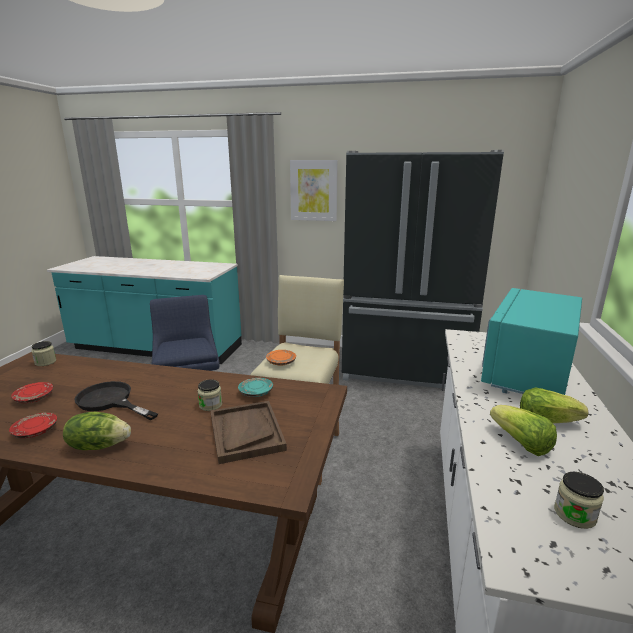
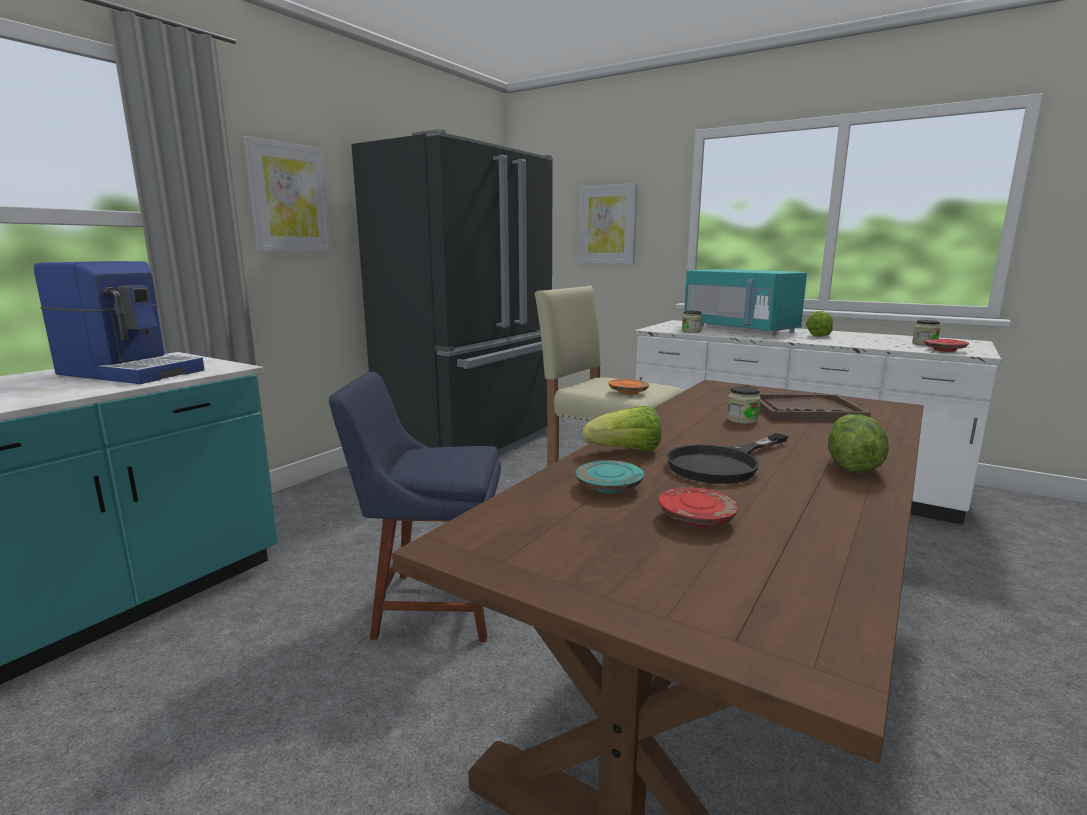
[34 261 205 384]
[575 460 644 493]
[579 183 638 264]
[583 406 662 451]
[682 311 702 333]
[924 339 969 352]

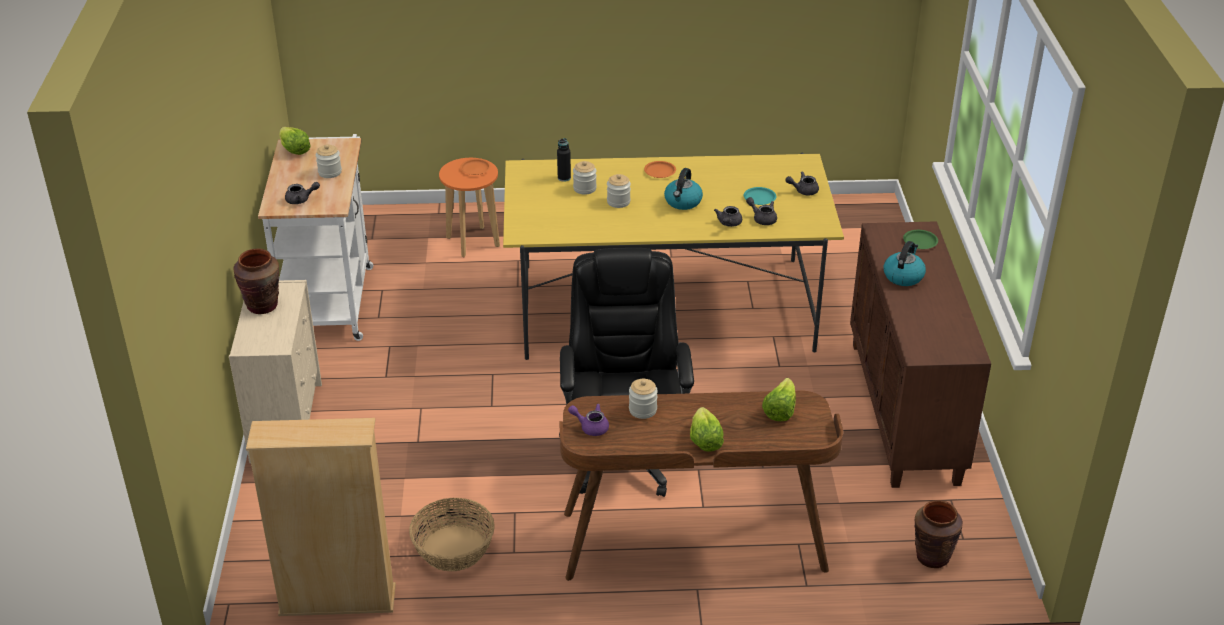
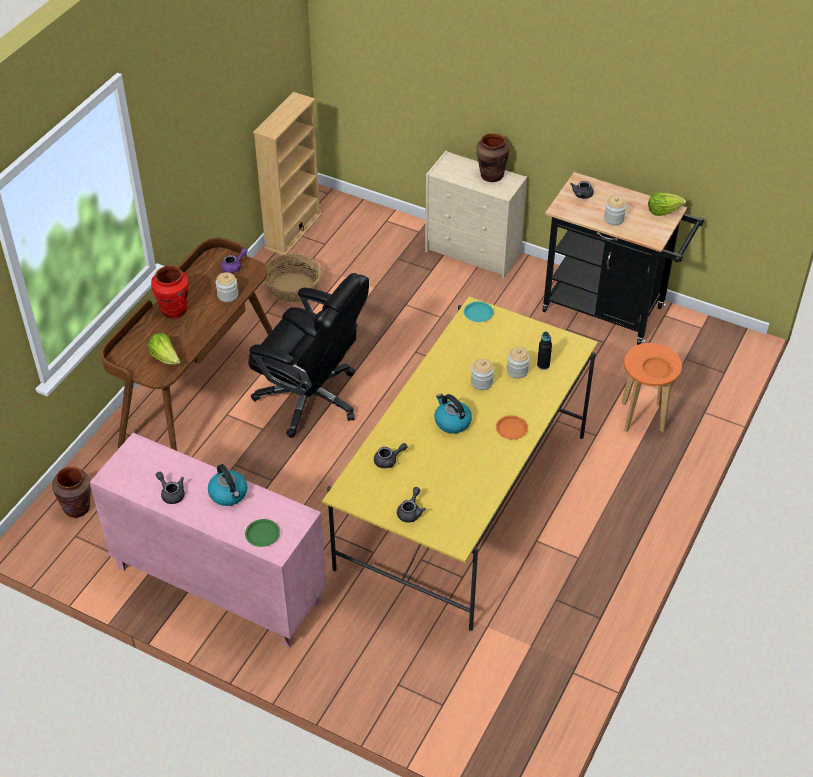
[90 433 326 648]
[151 266 188 318]
[156 472 185 504]
[464 302 494 322]
[542 172 704 345]

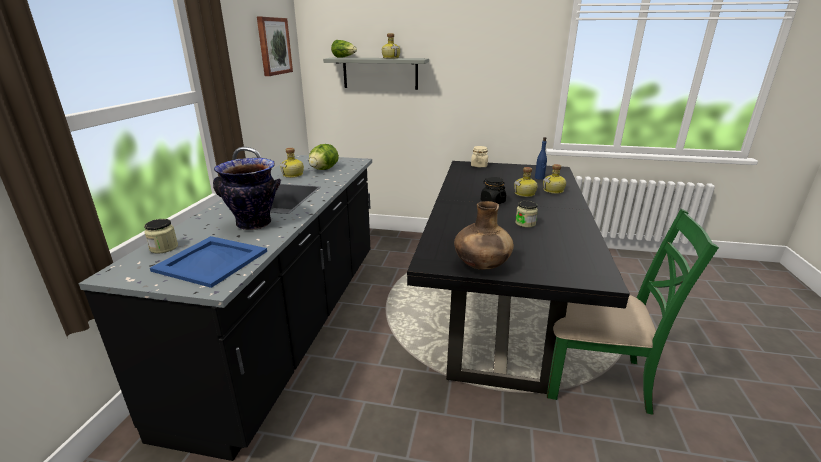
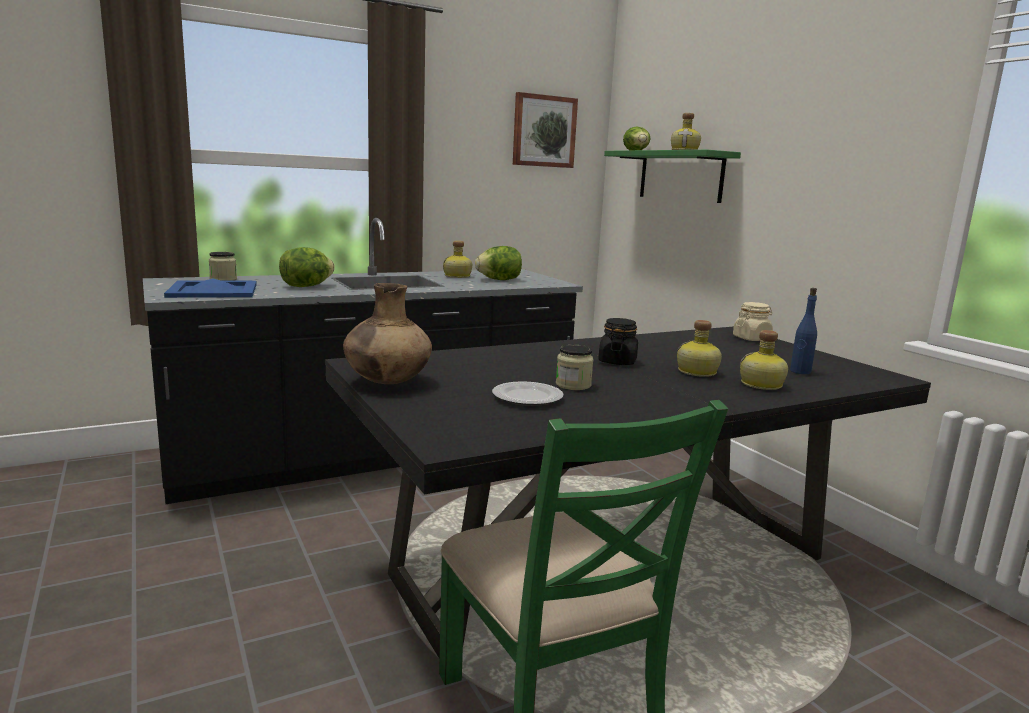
[279 247 335 287]
[492 381 564 406]
[604 150 741 203]

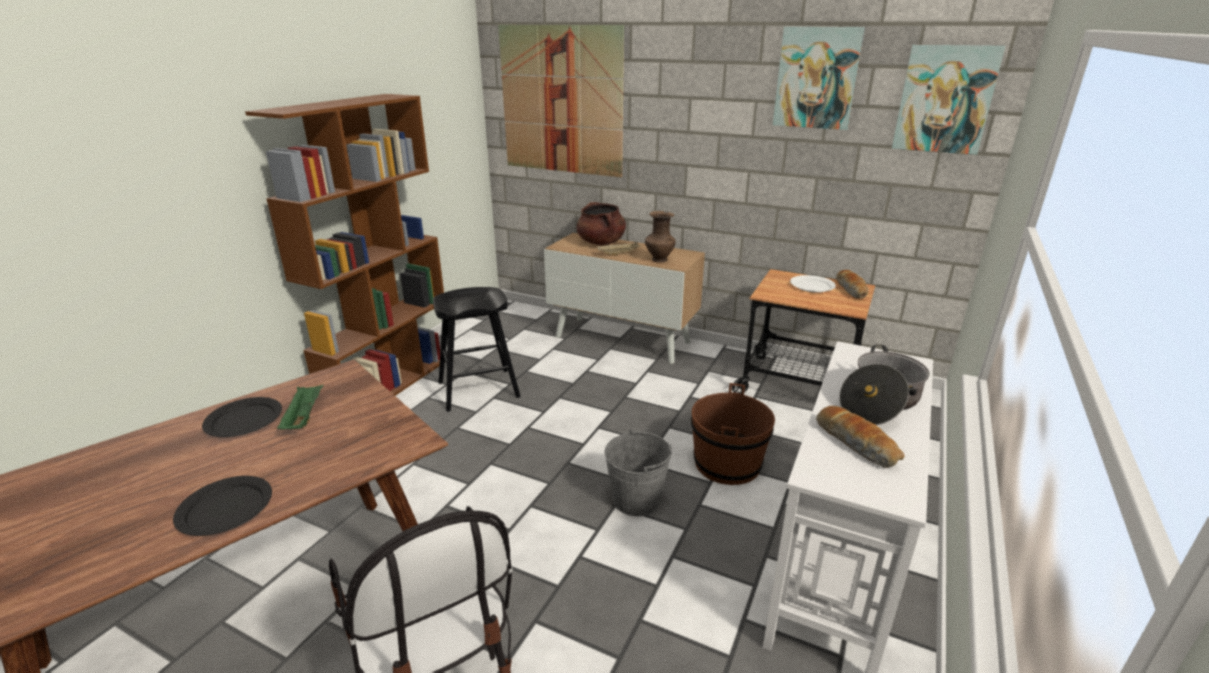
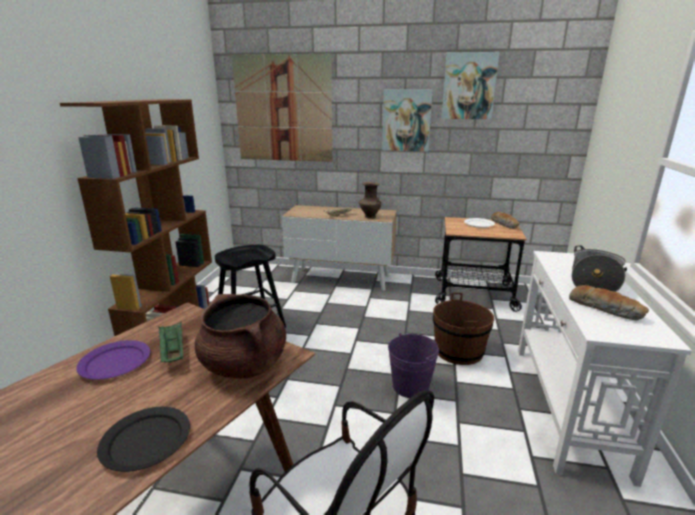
[76 340 150 380]
[195 294 286 379]
[382 89 433 152]
[388 333 439 398]

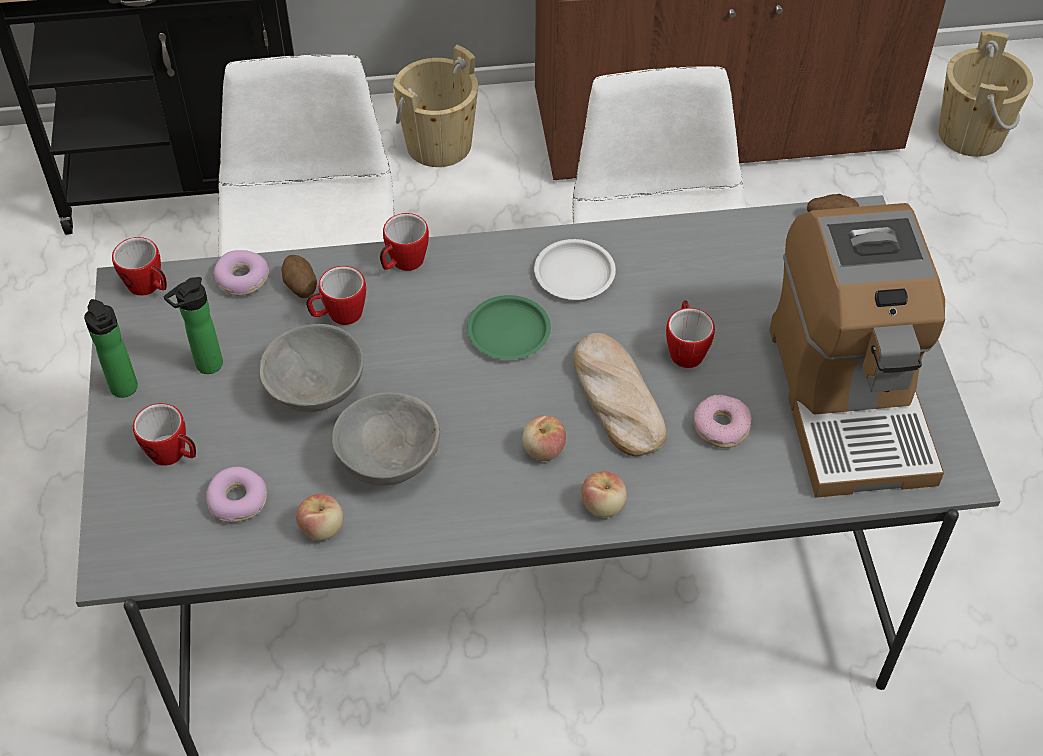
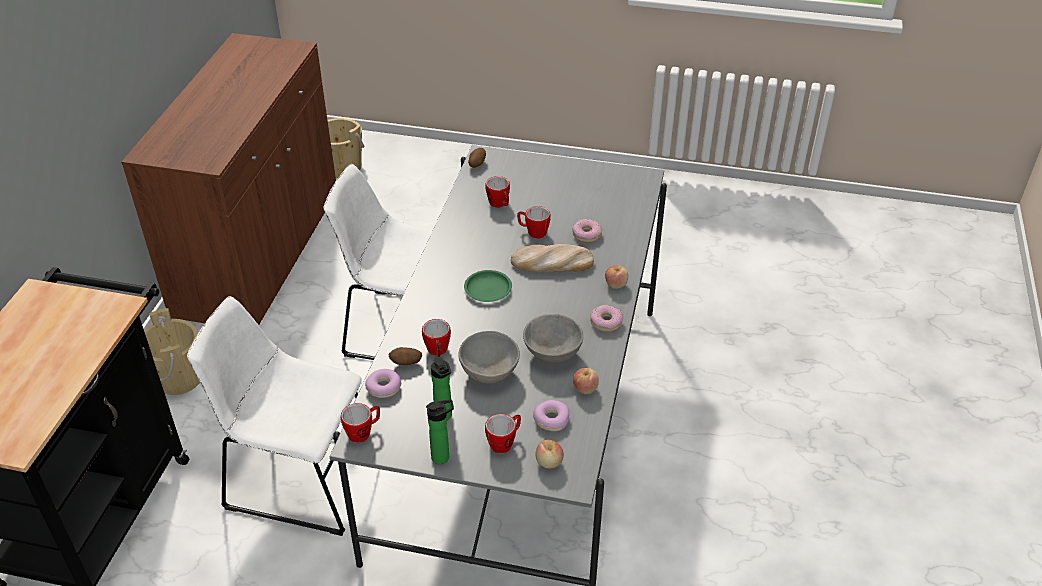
[485 176 510 208]
[535 439 564 469]
[590 305 623 332]
[534 239 616 300] (first image)
[769 203 945 498] (first image)

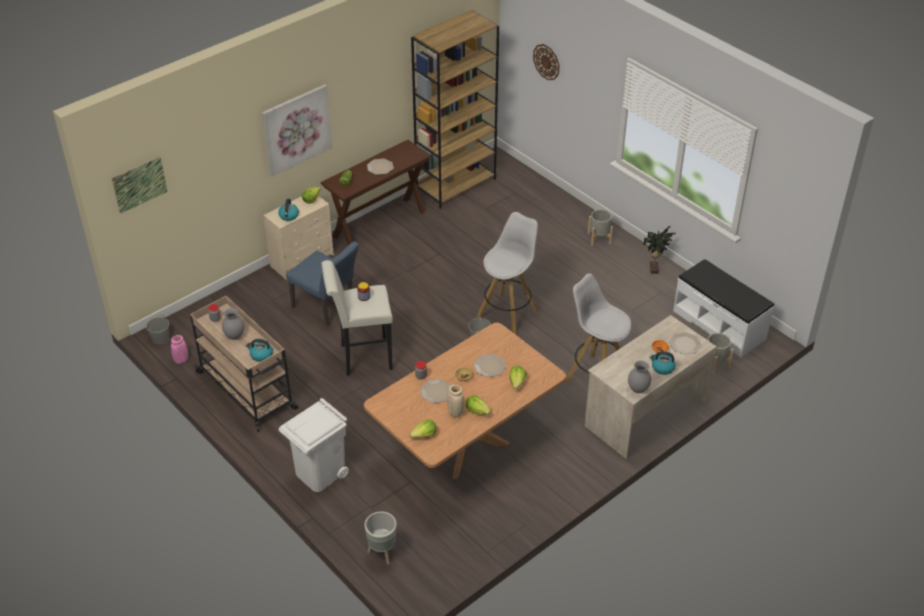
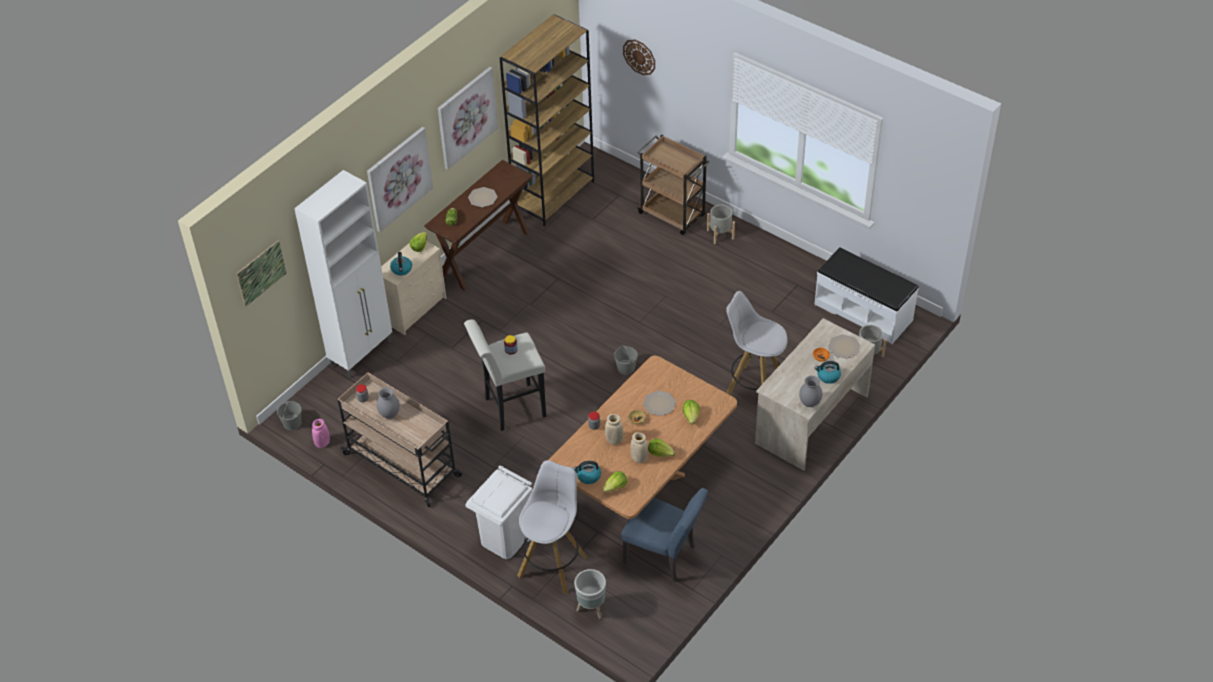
[294 170 392 378]
[438 67 498 170]
[517 460 587 594]
[573 461 601 484]
[605 414 624 445]
[621 488 708 582]
[637 135 709 235]
[644 226 676 274] (first image)

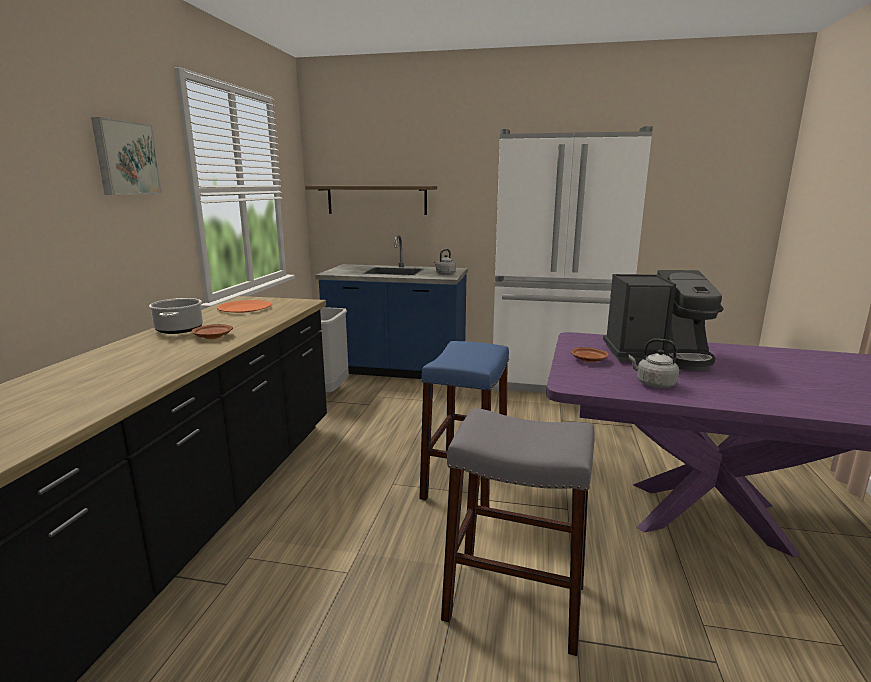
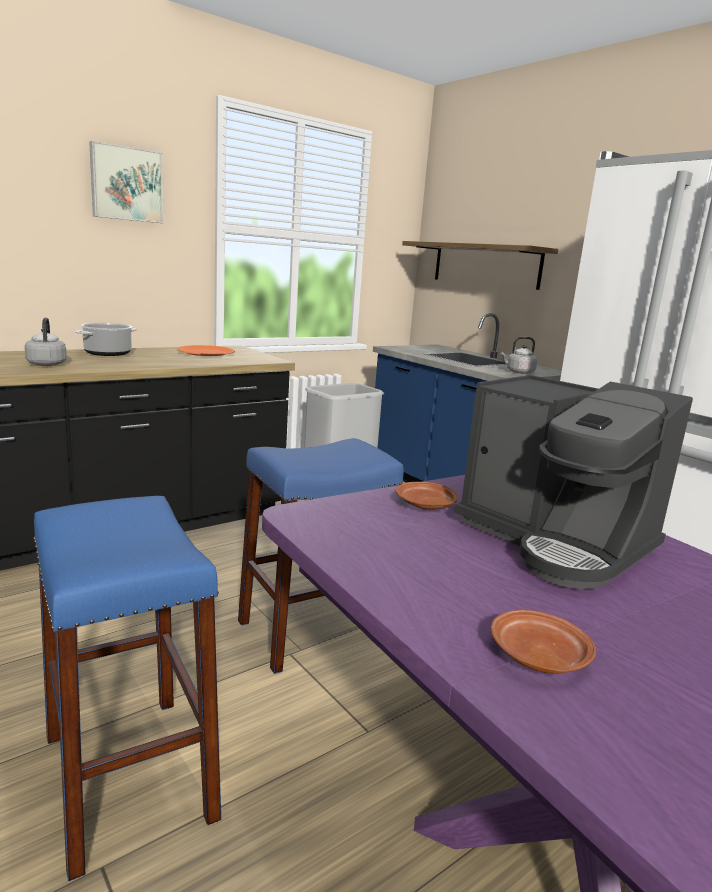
[25 318 67 366]
[33 496 221 881]
[491 610 596 674]

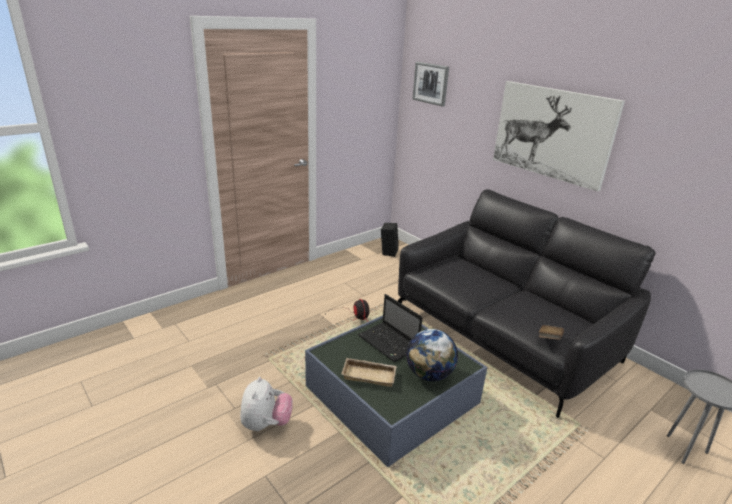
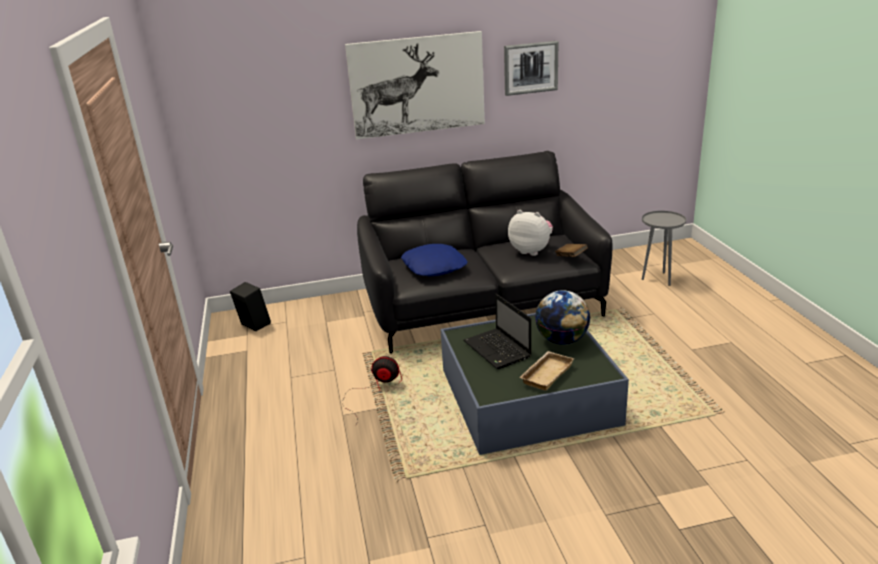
[401 244 467 276]
[463 294 531 369]
[504 41 558 96]
[508 210 553 256]

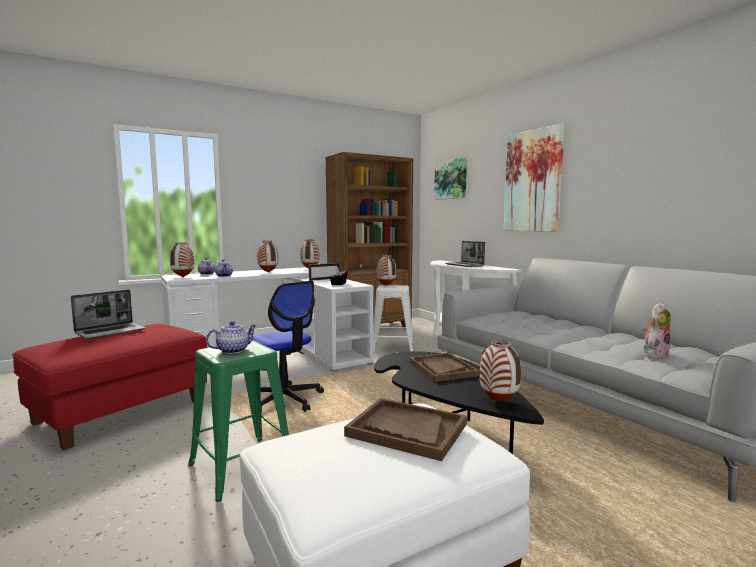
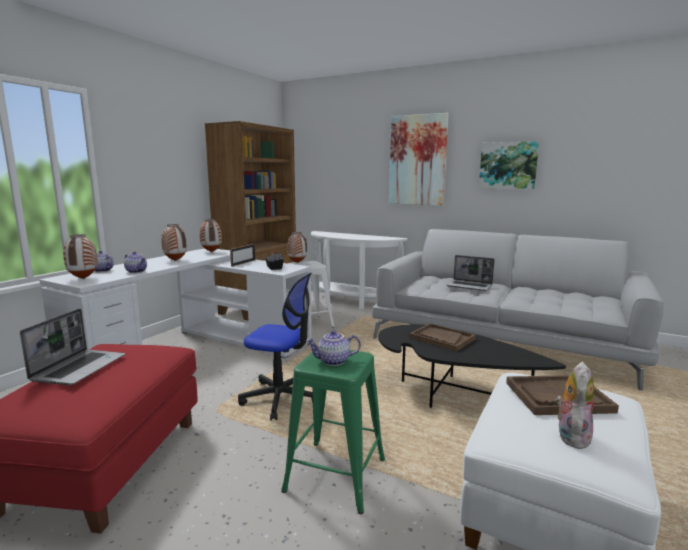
[306 330 361 366]
[447 255 495 291]
[479 141 539 190]
[556 362 594 451]
[480 340 521 402] (first image)

